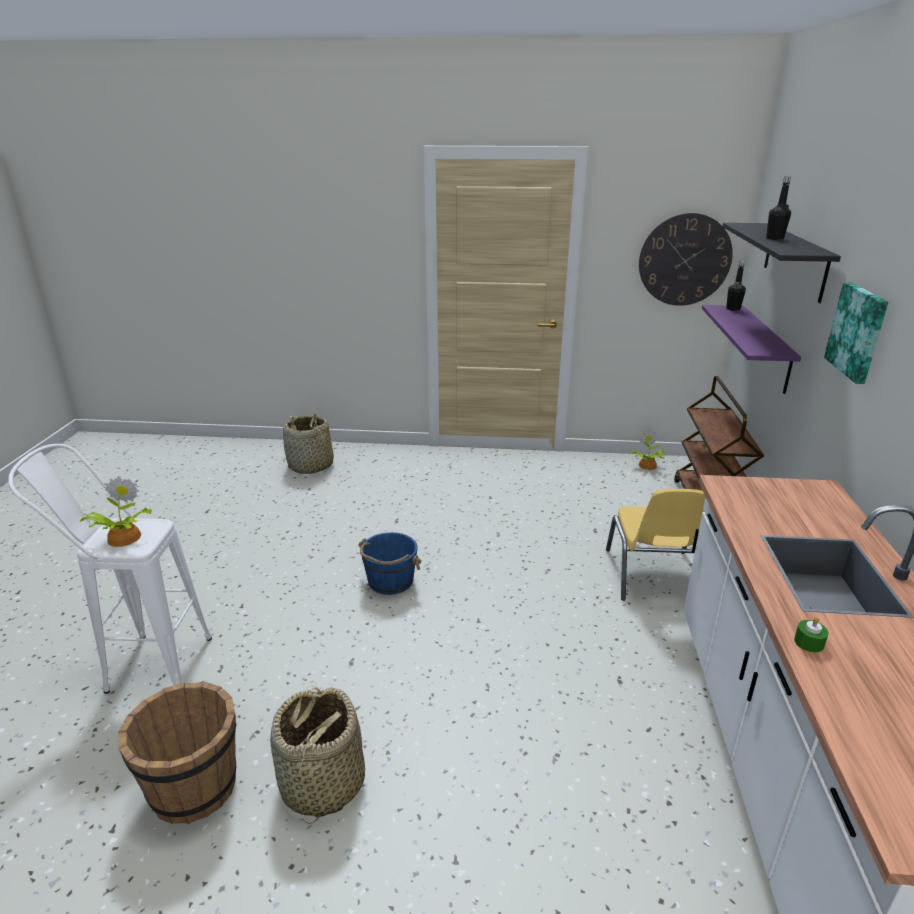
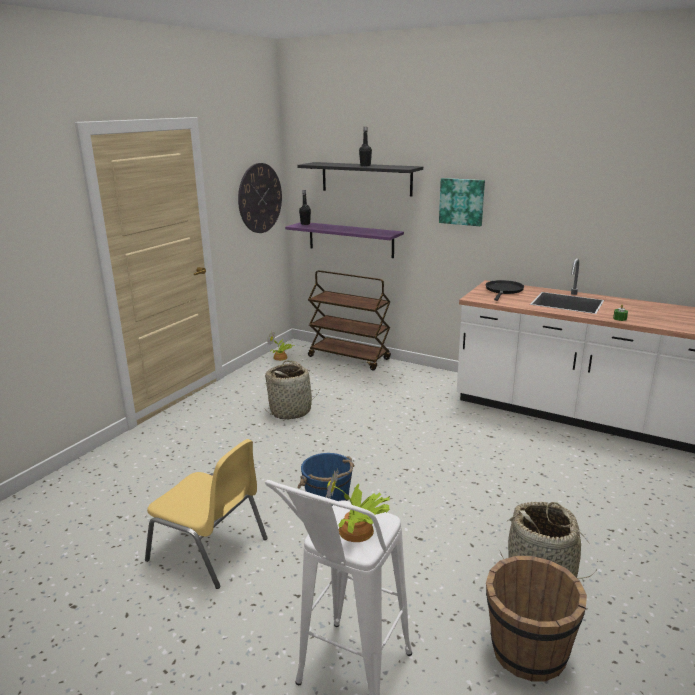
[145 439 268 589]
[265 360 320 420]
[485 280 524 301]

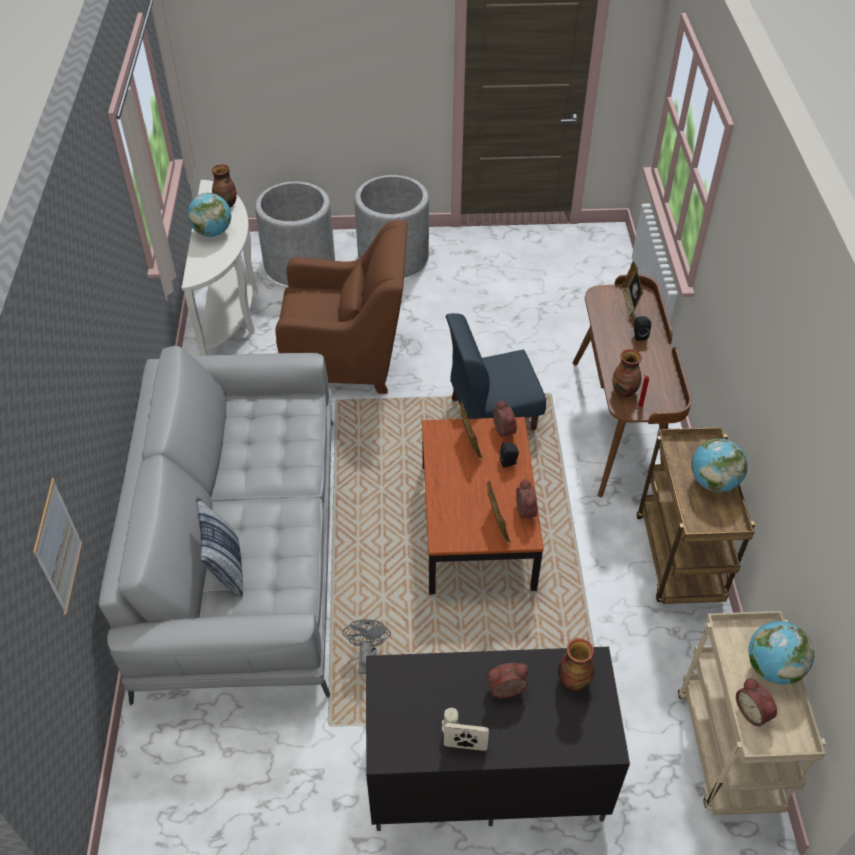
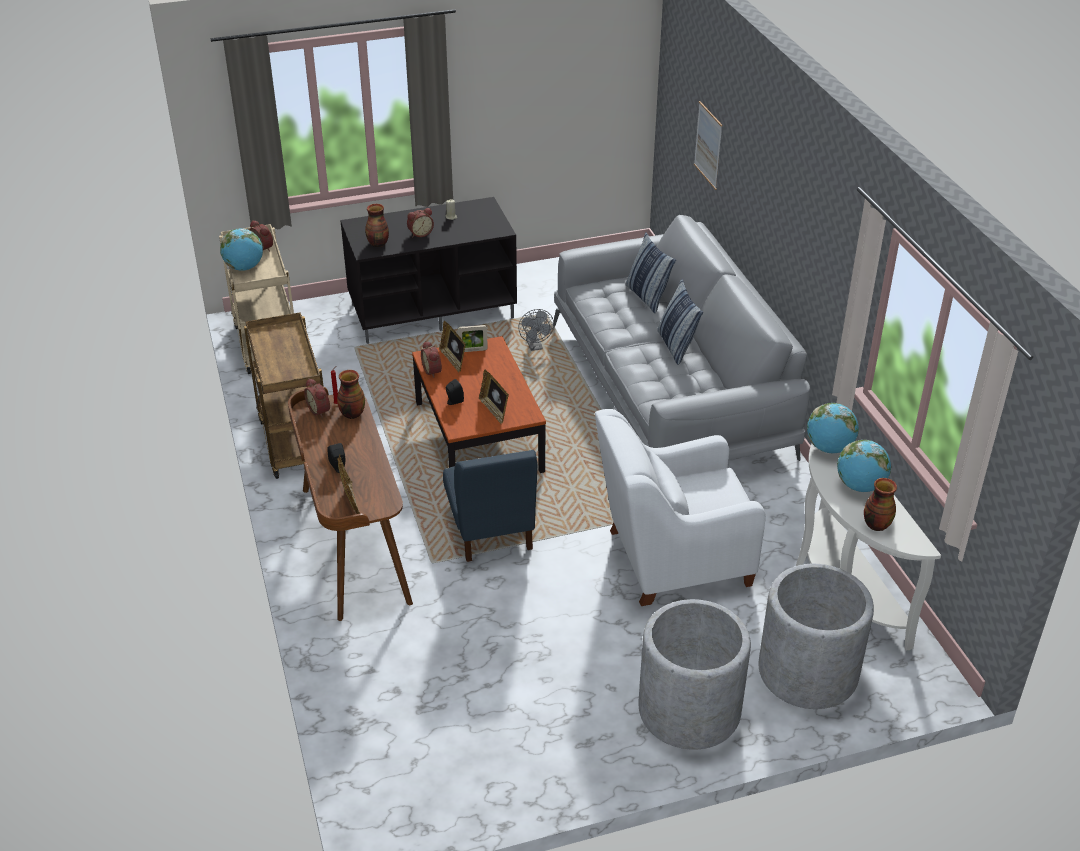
[304 378 330 418]
[443 450 537 562]
[458 325 488 352]
[595 409 766 606]
[657 279 703 365]
[807 403 859 453]

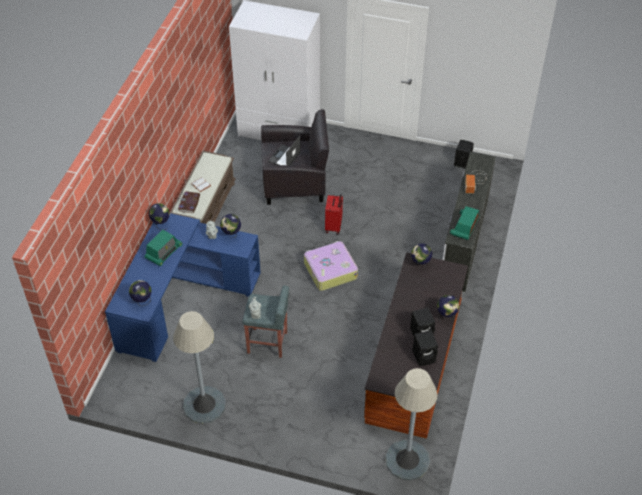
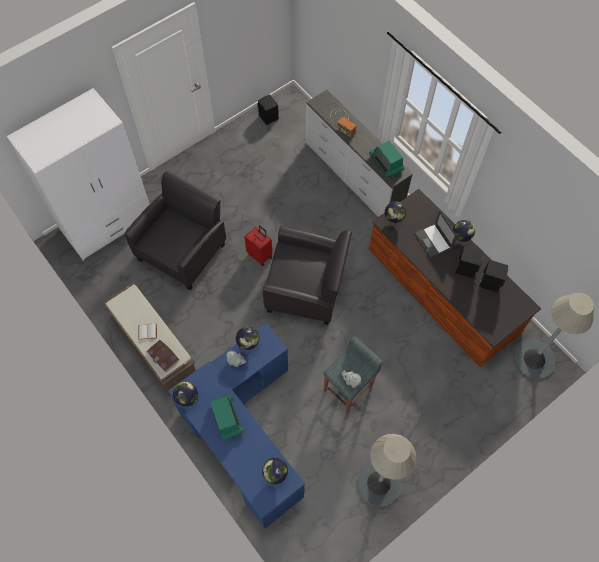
[263 226 352 325]
[414 211 457 258]

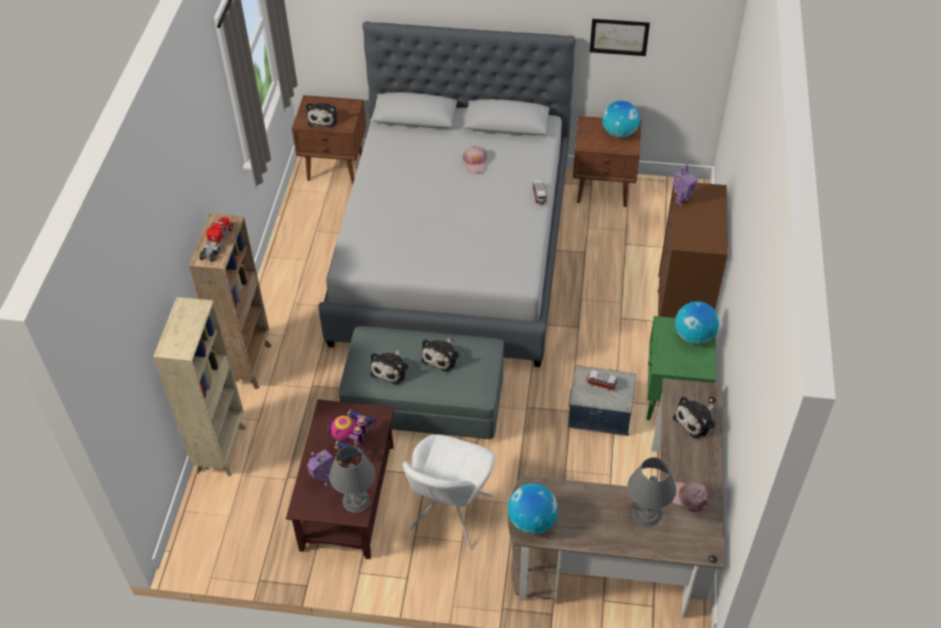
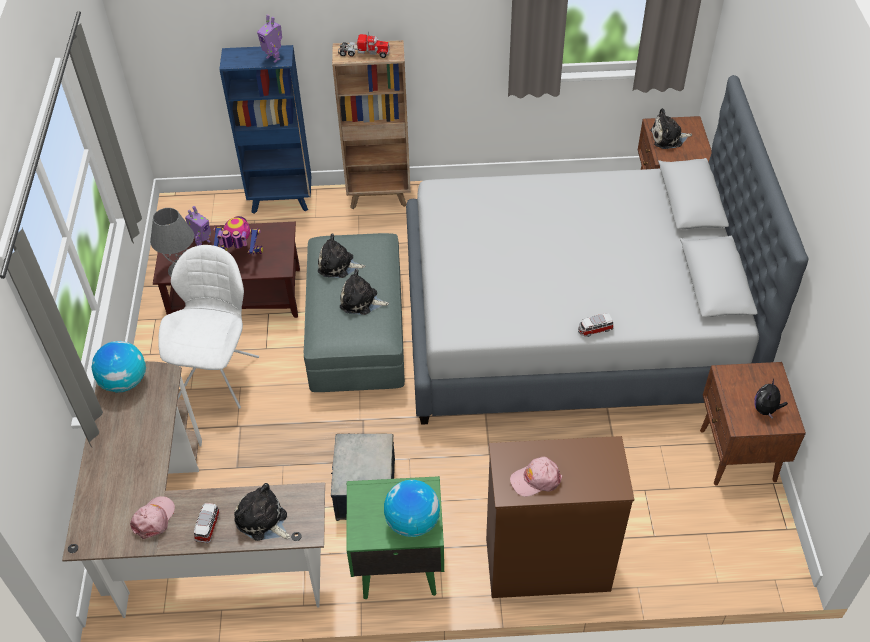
[158 245 259 409]
[194 503 220 543]
[219 45 311 214]
[257 14 282 63]
[510 457 562 497]
[754 379 788 419]
[590 19 650 56] (first image)
[627 457 676 527] (first image)

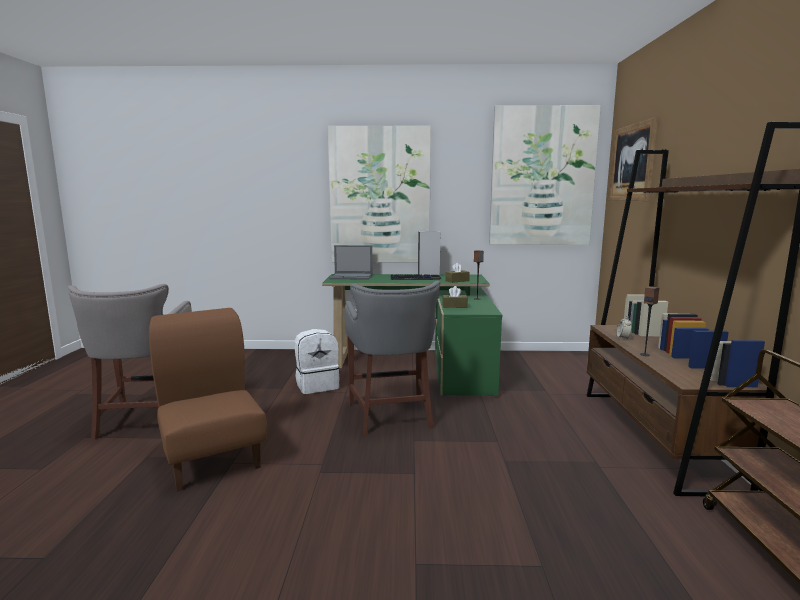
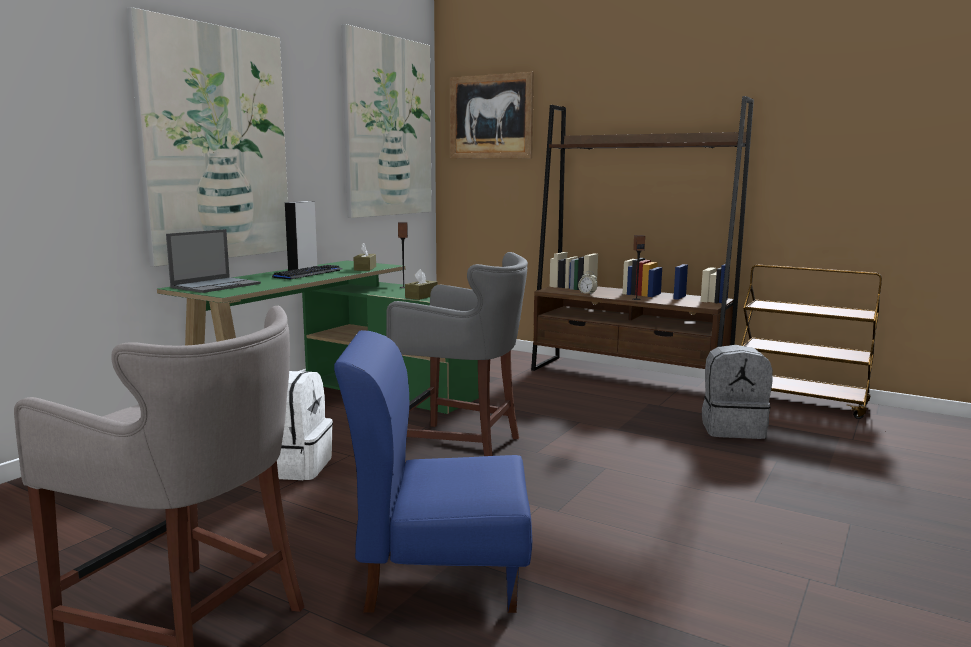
[334 330 532 613]
[702 345 773 439]

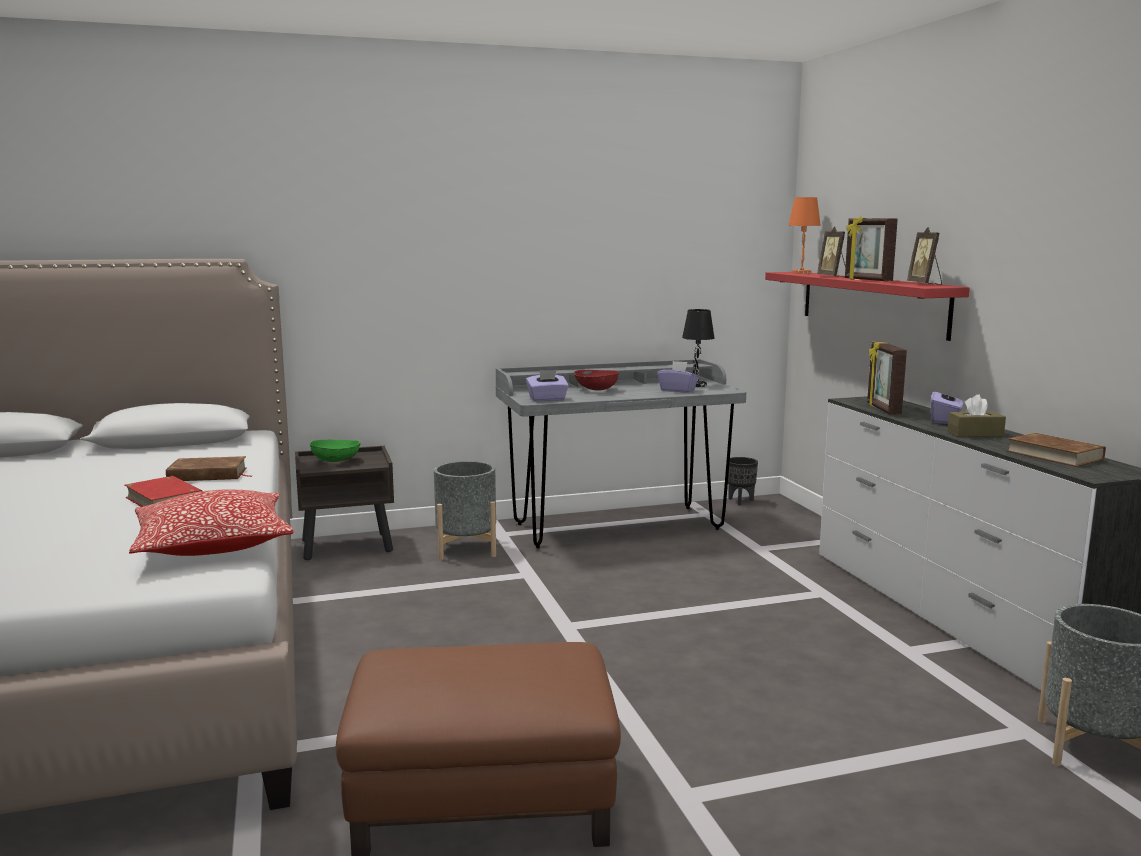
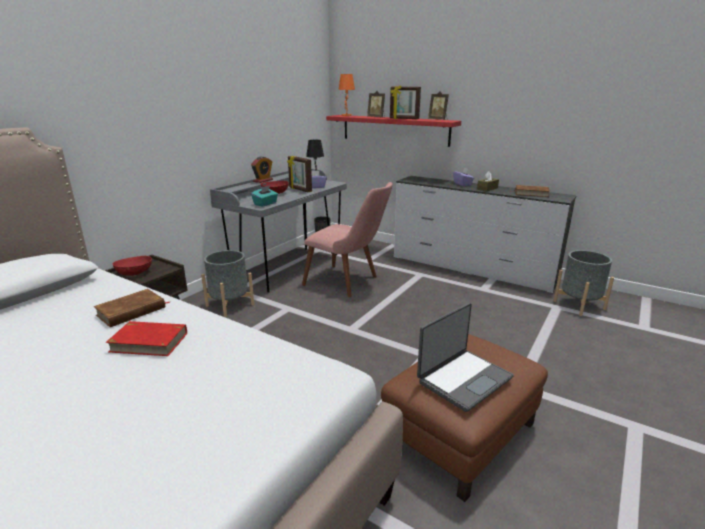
[112 256 152 276]
[251 156 273 183]
[251 185 278 207]
[287 156 312 192]
[302 182 393 297]
[417 303 514 412]
[129 490 294 556] (first image)

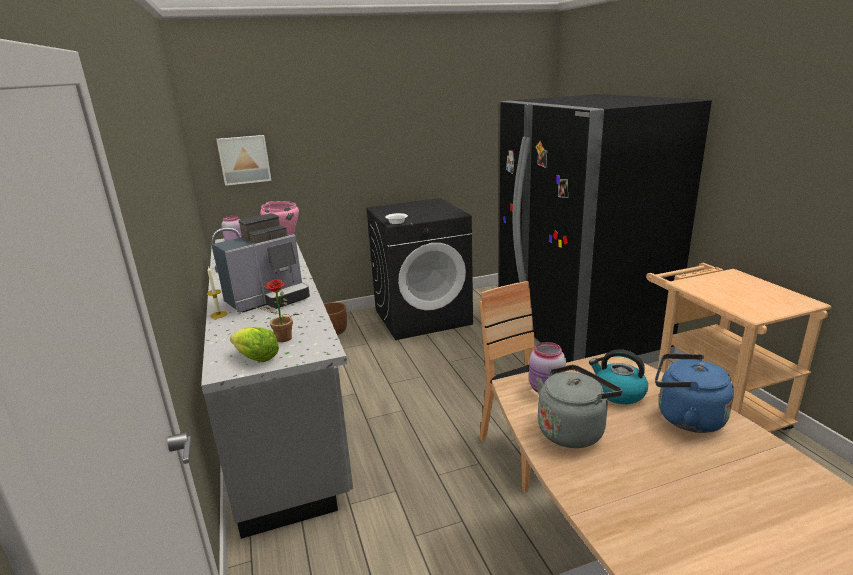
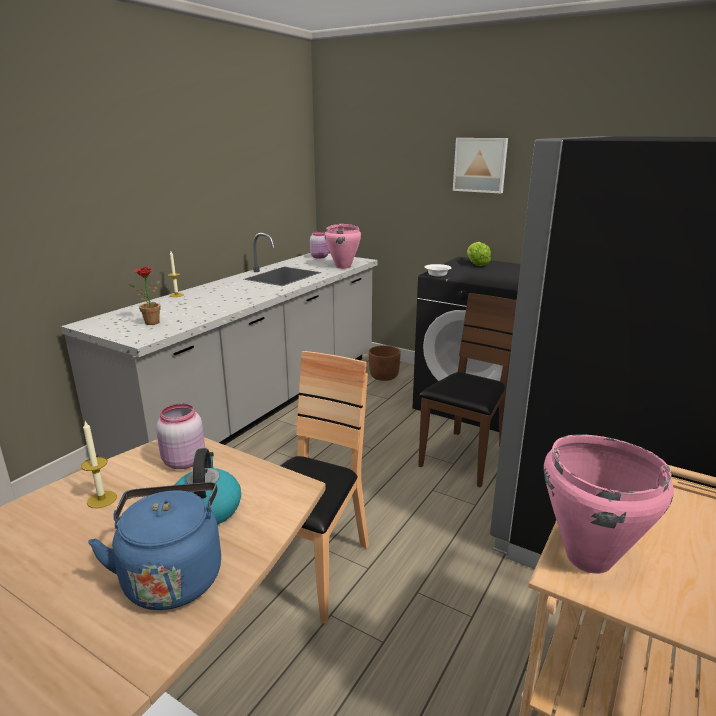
[81 421 117 508]
[418 293 517 488]
[453 138 508 194]
[467 242 491 266]
[544 435 674 574]
[212 213 310 313] (first image)

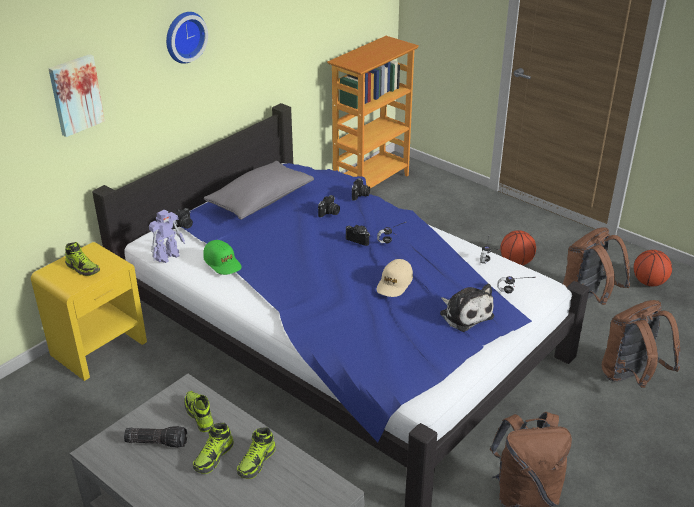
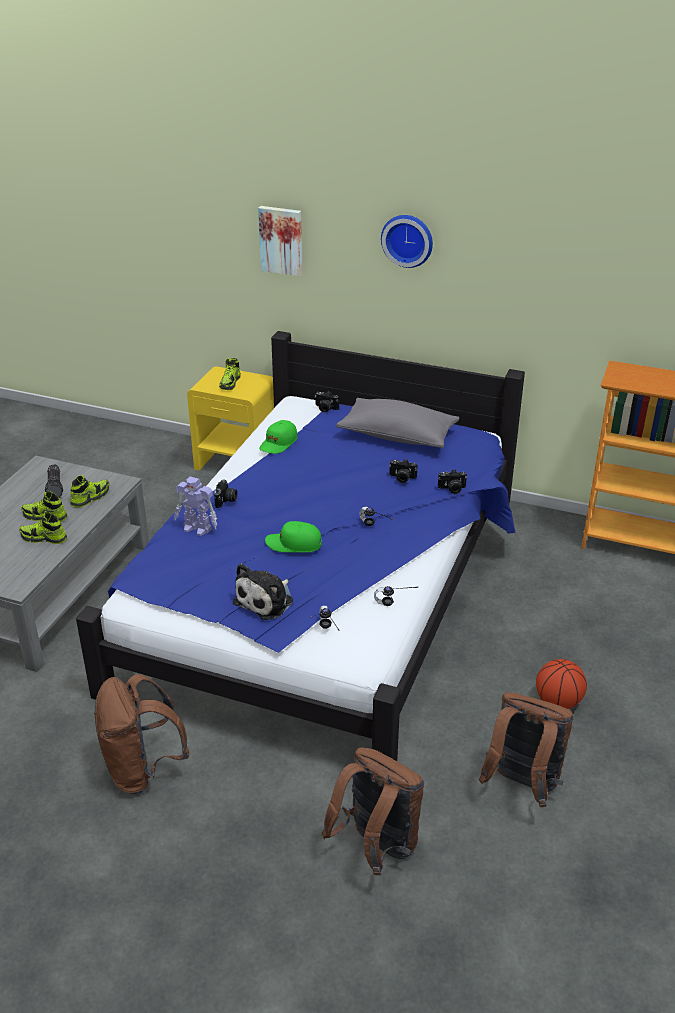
[174 477 217 536]
[214 480 237 508]
[265 521 322 553]
[634 250 672 286] (first image)

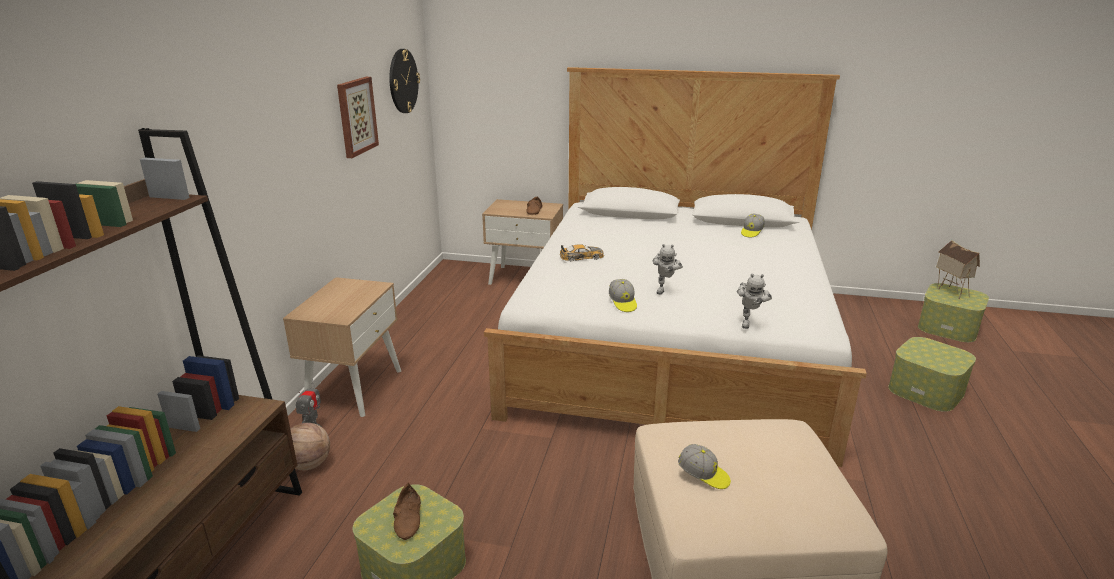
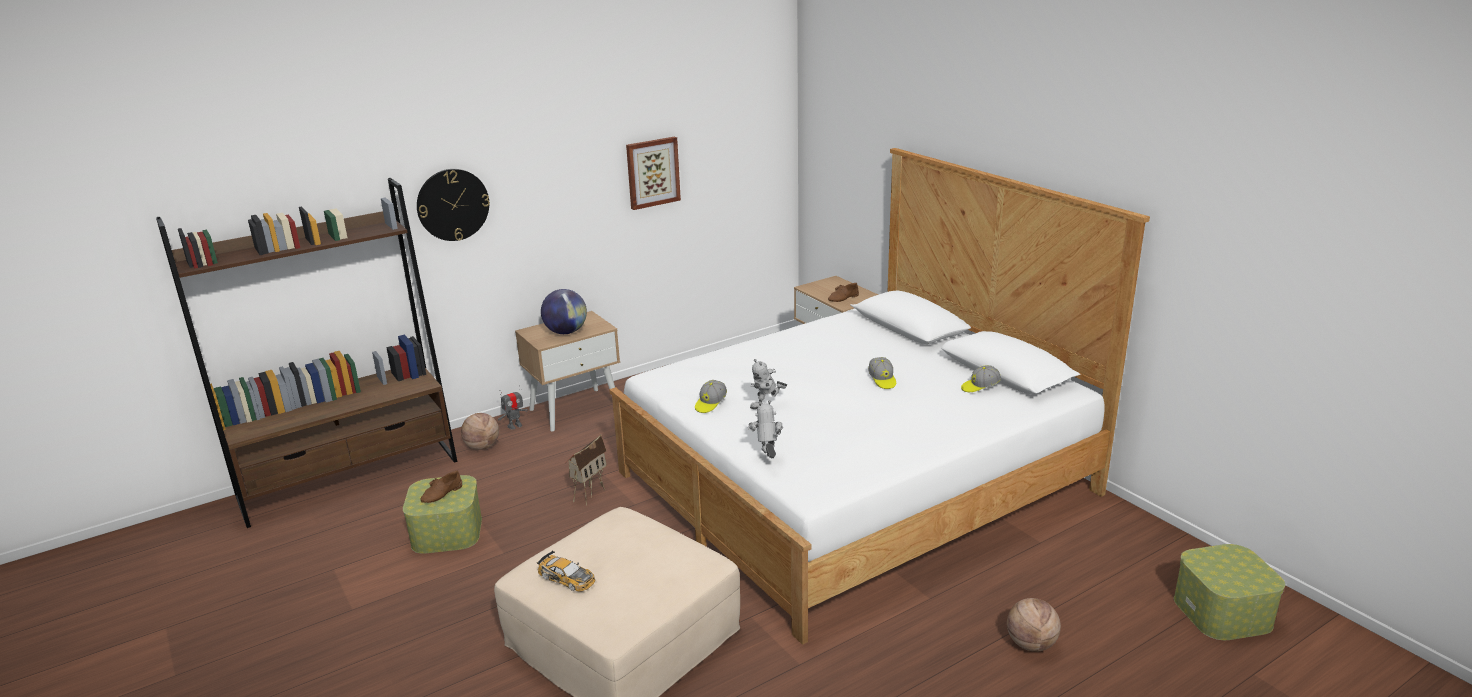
[417 169 490 241]
[537 551 595 592]
[541 289 587 334]
[565 435 607 506]
[748 400 783 458]
[868 357 896 389]
[1007 598 1061 652]

